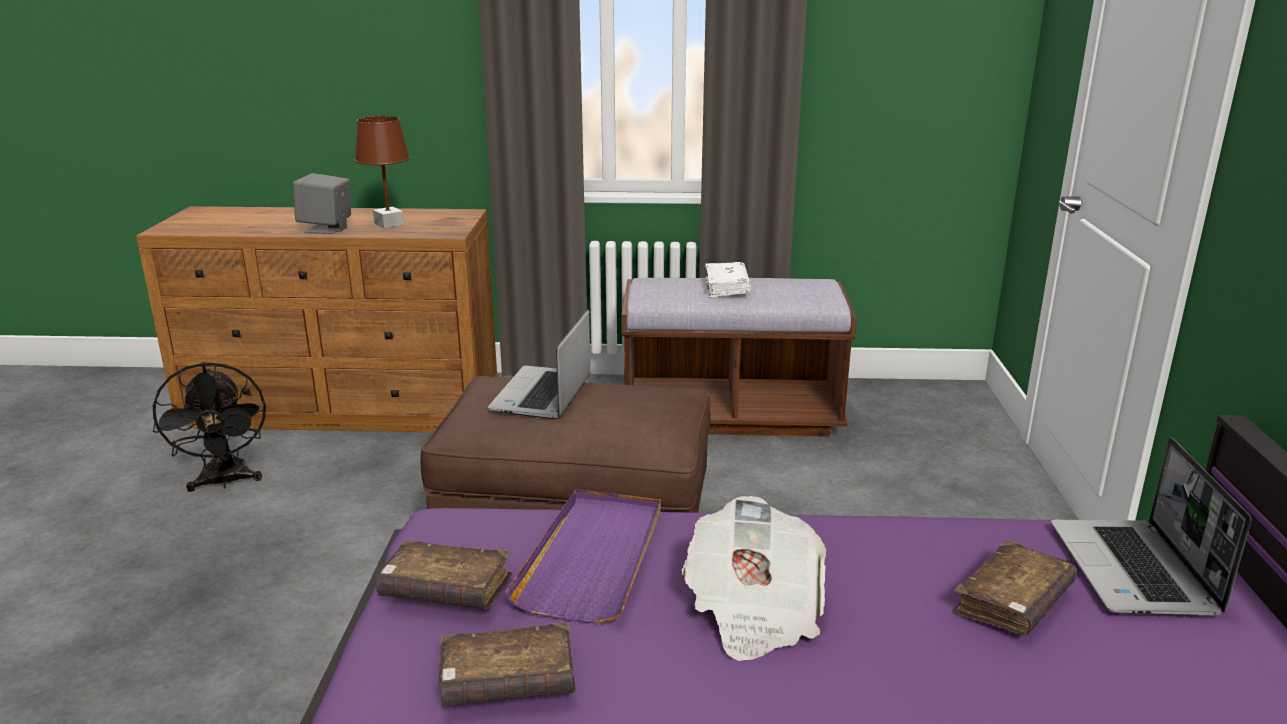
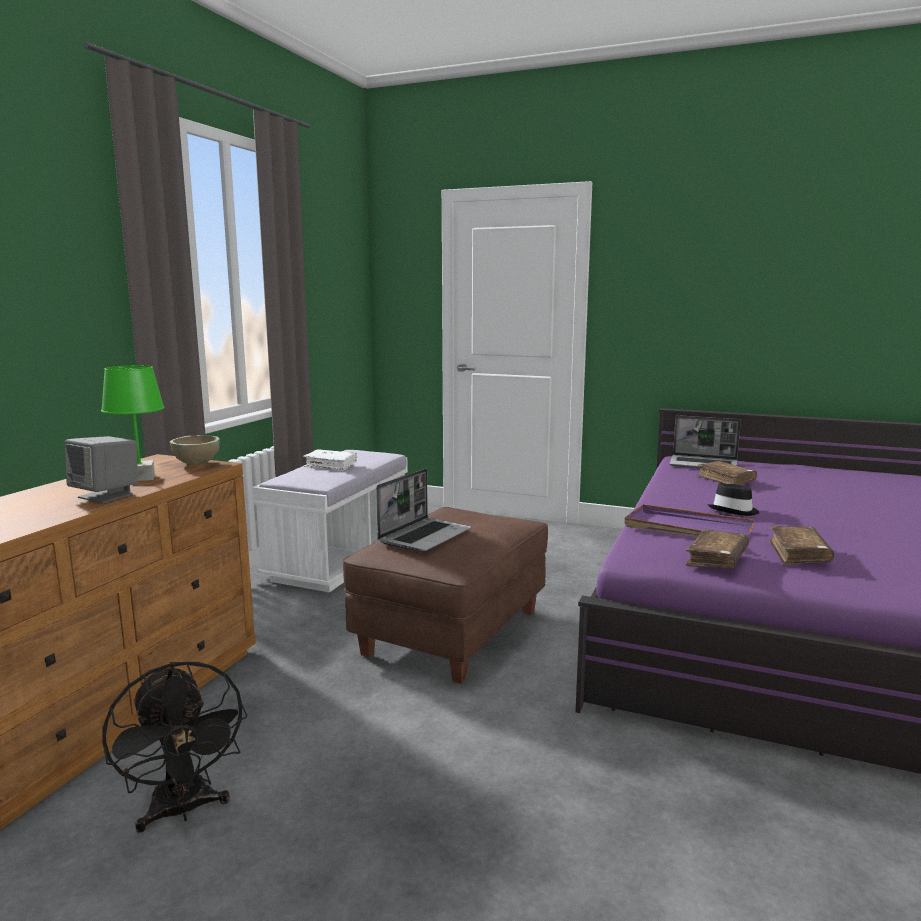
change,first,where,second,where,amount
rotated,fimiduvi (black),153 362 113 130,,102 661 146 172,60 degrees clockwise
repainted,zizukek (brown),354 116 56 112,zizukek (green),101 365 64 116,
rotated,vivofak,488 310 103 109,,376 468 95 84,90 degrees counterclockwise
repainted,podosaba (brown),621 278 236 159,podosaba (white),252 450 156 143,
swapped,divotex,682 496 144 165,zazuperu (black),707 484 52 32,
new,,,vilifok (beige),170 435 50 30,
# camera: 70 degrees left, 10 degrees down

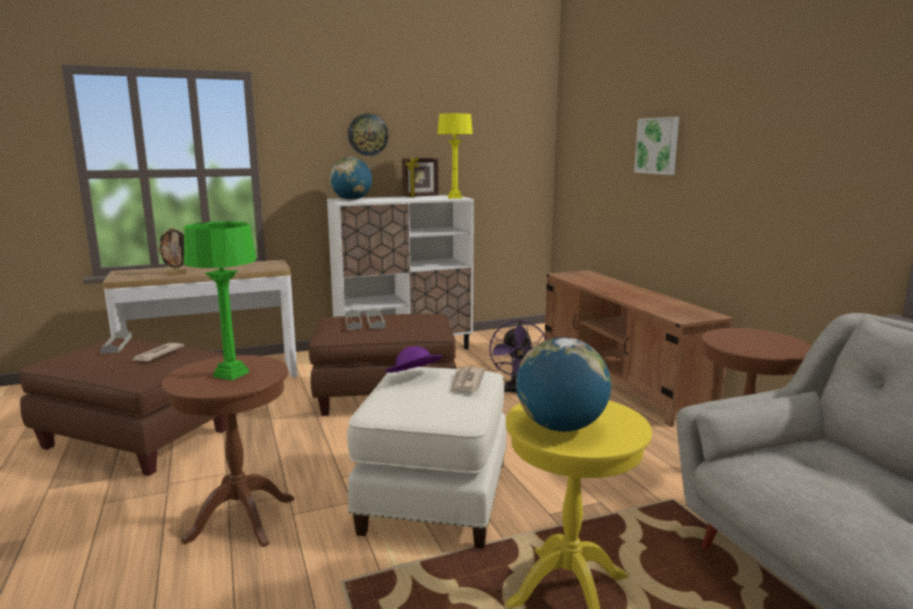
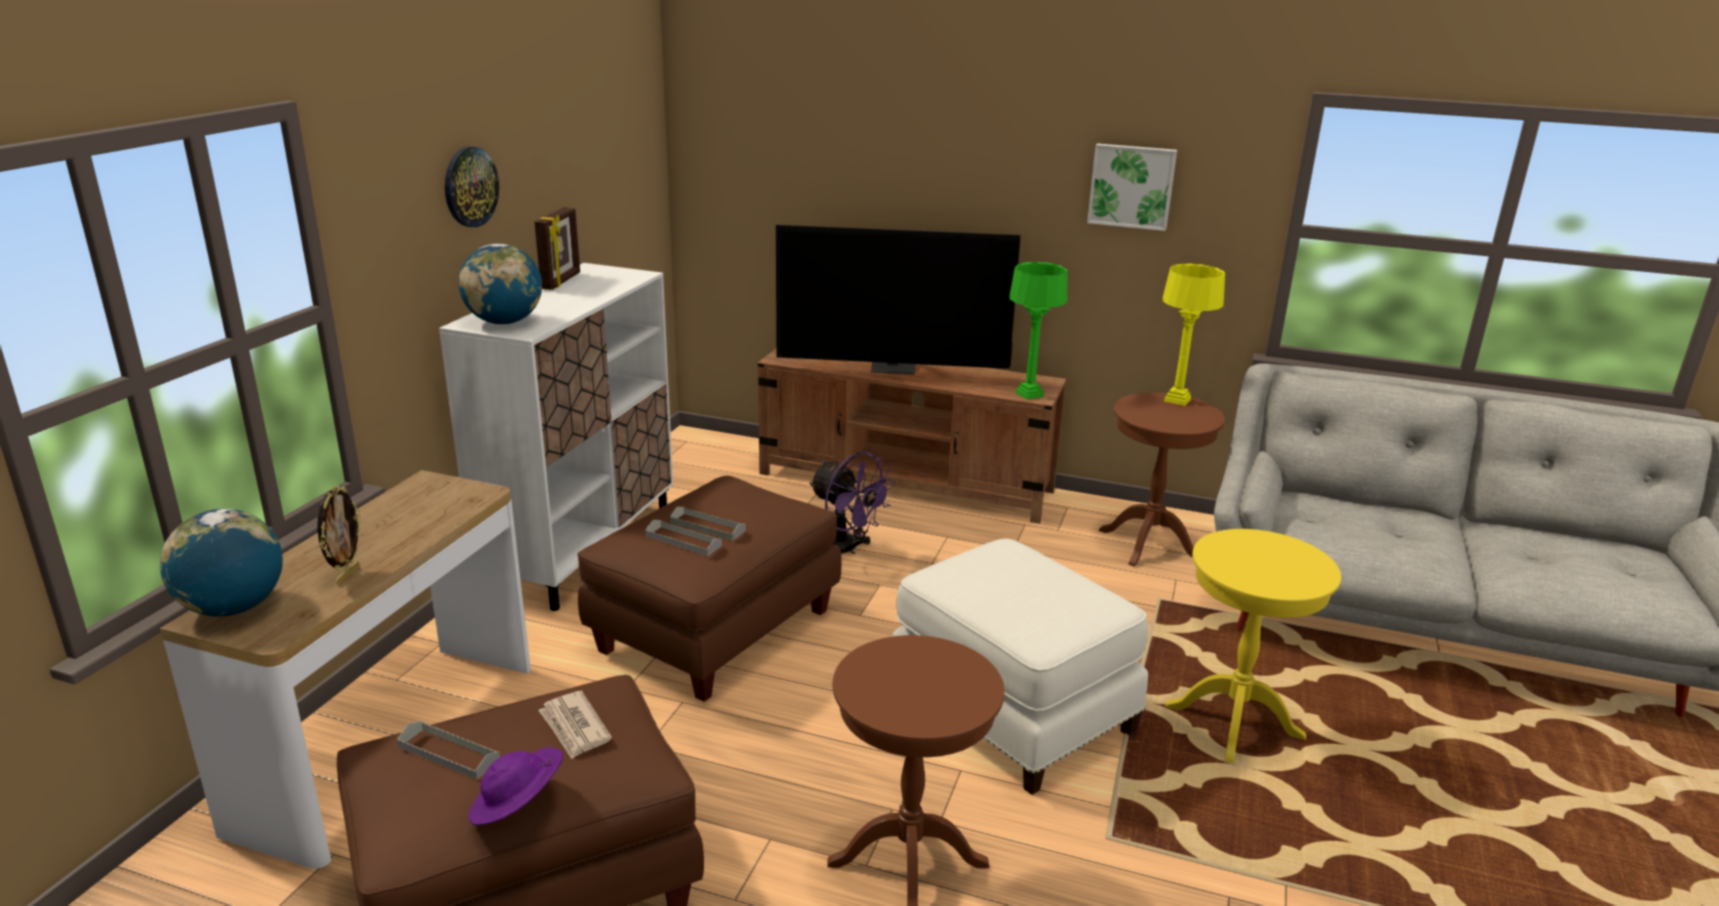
change,first,where,second,where,amount
shifted,zizukek (green),184 221 72 160,,1009 262 59 138,
shifted,zazuperu (purple),385 346 58 27,,468 747 95 79,
shifted,zizukek (yellow),437 113 36 86,,1163 264 62 142,
gone,divotex,450 367 35 26,,,
shifted,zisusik,516 337 95 95,,160 509 123 108,
shifted,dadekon,634 117 45 58,,1087 143 90 88,
new,,,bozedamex,776 225 245 150,
# camera: 50 degrees left, 10 degrees up

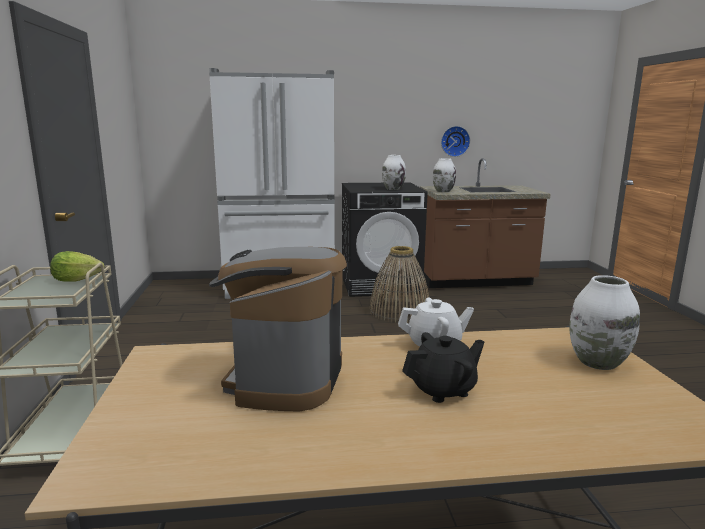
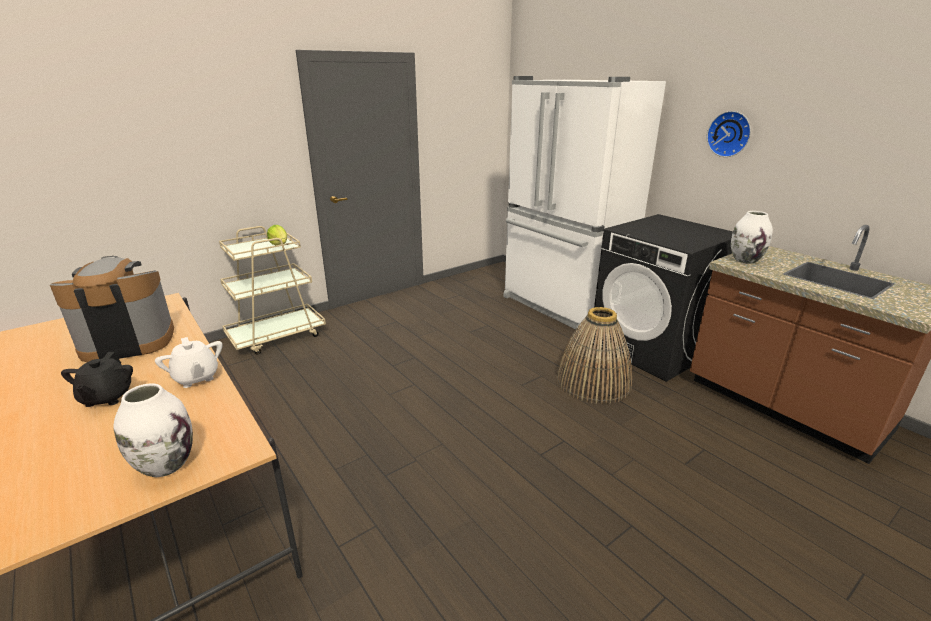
change,first,where,second,where,amount
gone,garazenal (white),382 155 24 35,,,
rotated,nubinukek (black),402 332 82 71,,61 352 72 55,45 degrees clockwise
shifted,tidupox,441 126 29 31,,707 111 44 46,
# camera: 60 degrees right, 10 degrees up

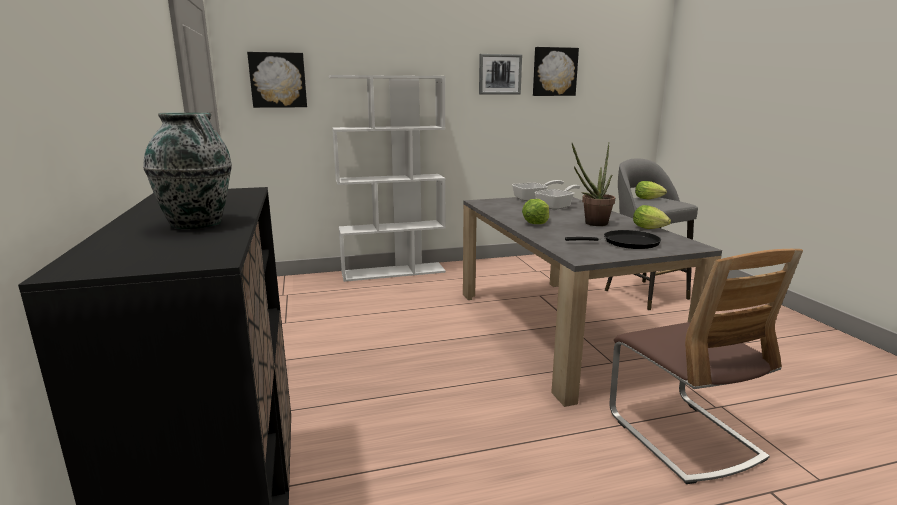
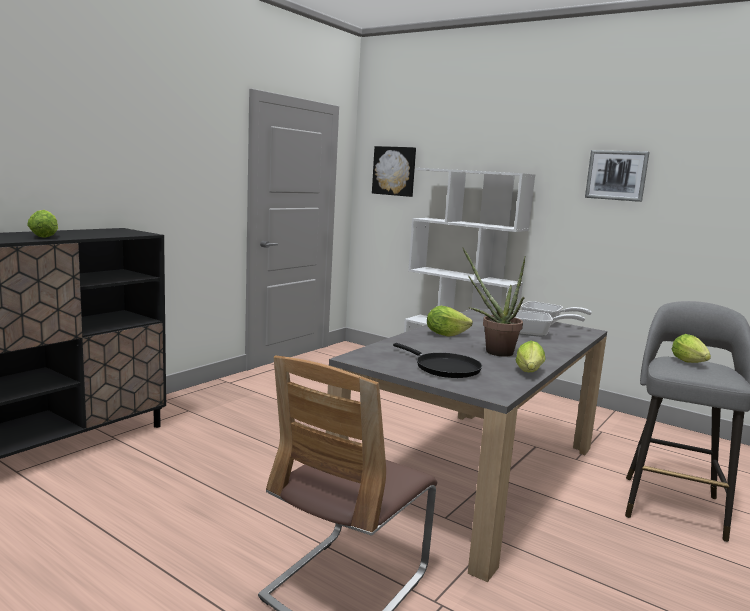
change,first,where,second,where,amount
swapped,garazenal,143 113 89 116,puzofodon,27 210 31 28,
gone,dadekon,533 47 46 49,,,
# camera: 50 degrees right, 5 degrees down

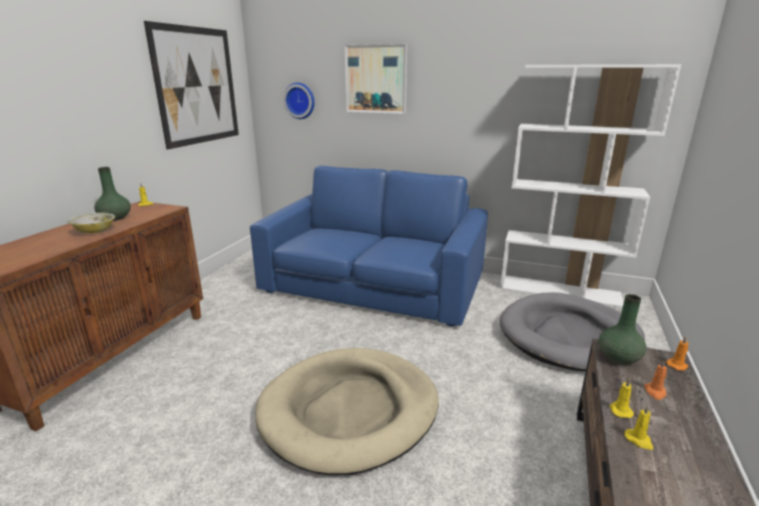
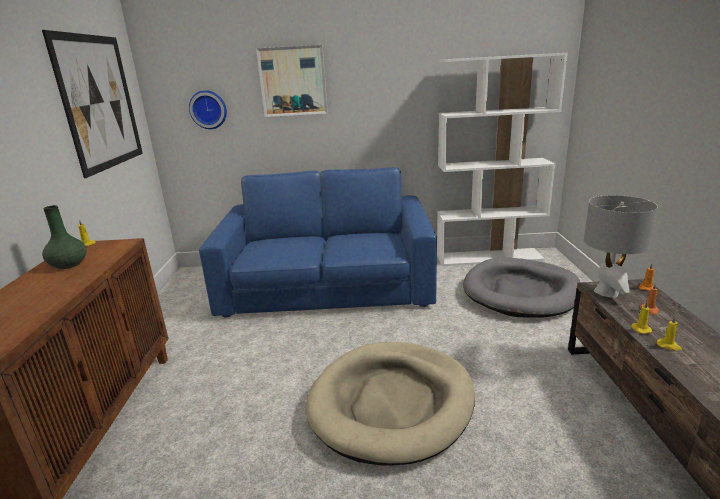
change,first,where,second,where,amount
gone,vilifok,67 213 48 20,,,
swapped,garazenal (green),598 294 49 71,zizukek (grey),584 195 74 103,
# camera: 20 degrees left, 0 degrees up

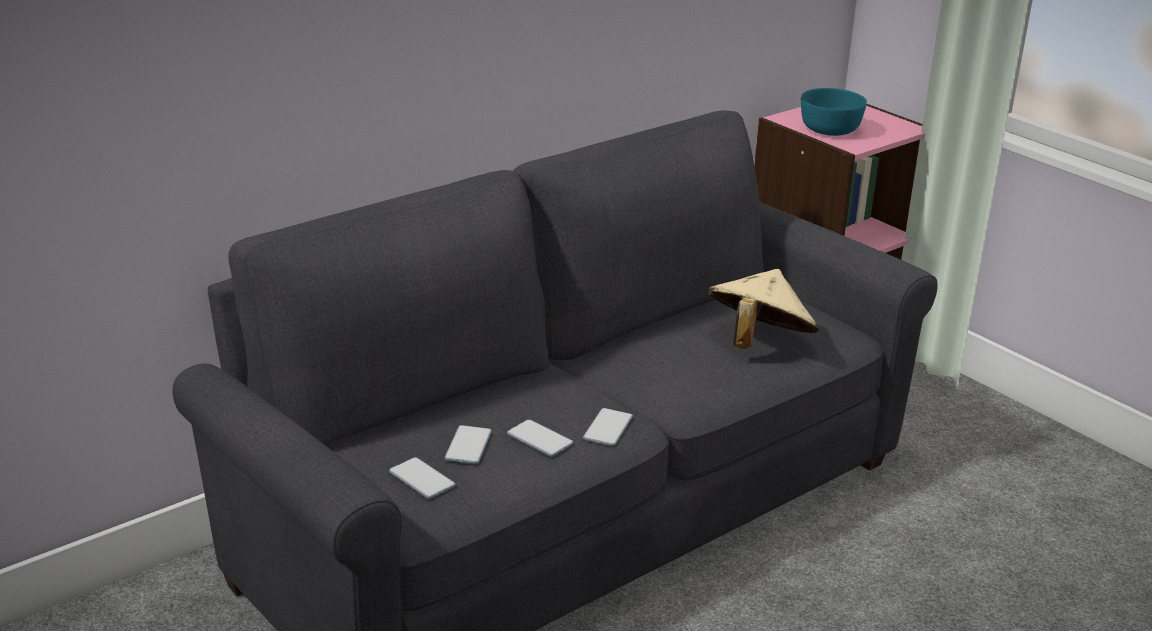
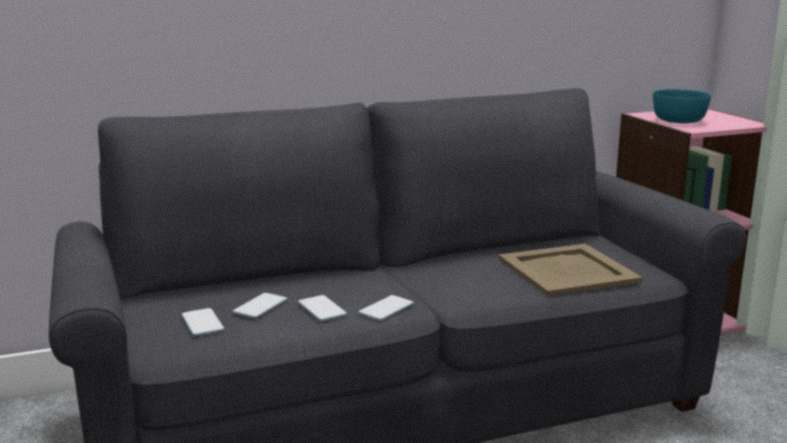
change,first,where,second,where,amount
swapped,zazuperu (beige),708 269 111 80,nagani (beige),498 244 144 52,
# camera: 20 degrees right, 10 degrees down

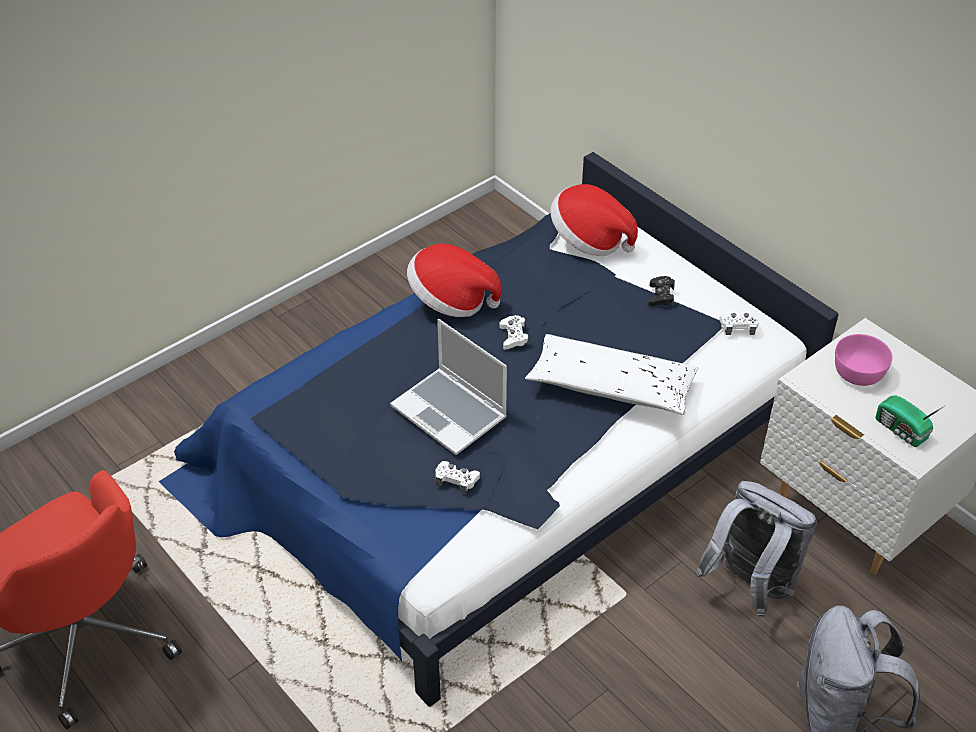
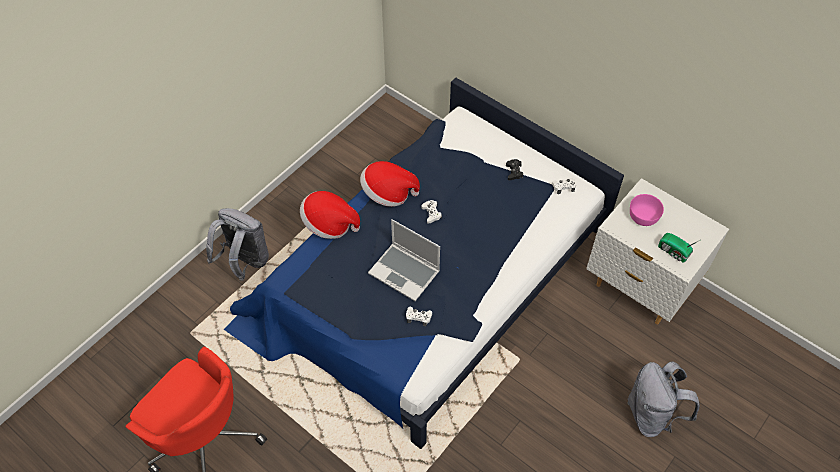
change,first,where,second,where,amount
gone,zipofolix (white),525 334 173 81,,,
shifted,zazuperu,550 184 88 72,,300 191 60 48,
shifted,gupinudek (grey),695 481 122 136,,206 208 63 73,
# camera: 10 degrees left, 10 degrees up

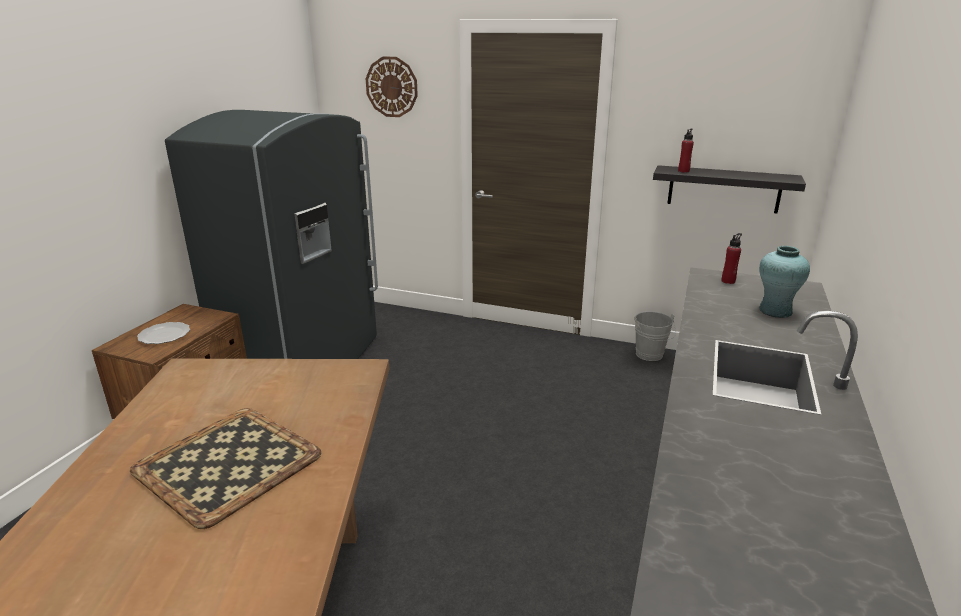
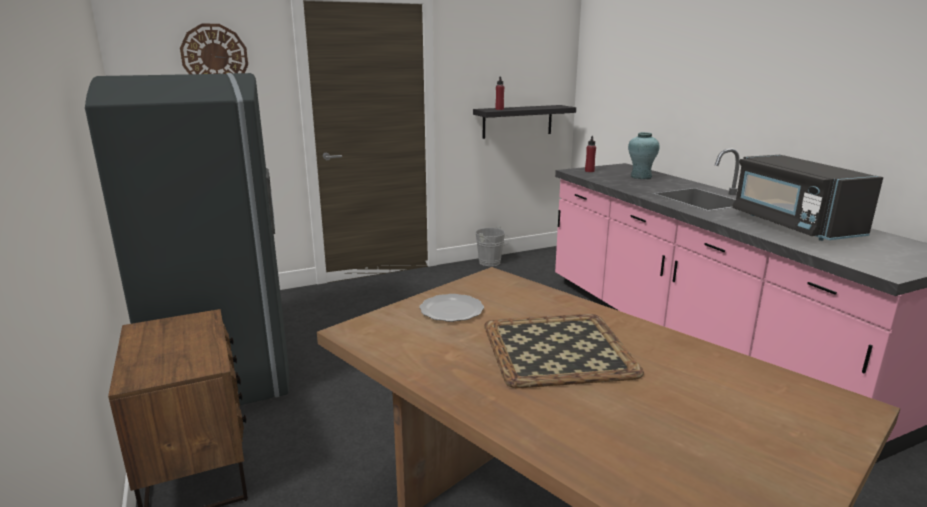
change,first,where,second,where,amount
shifted,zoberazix,137 322 53 22,,419 294 65 28,
new,,,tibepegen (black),732 155 151 86,
# camera: 45 degrees left, 5 degrees down

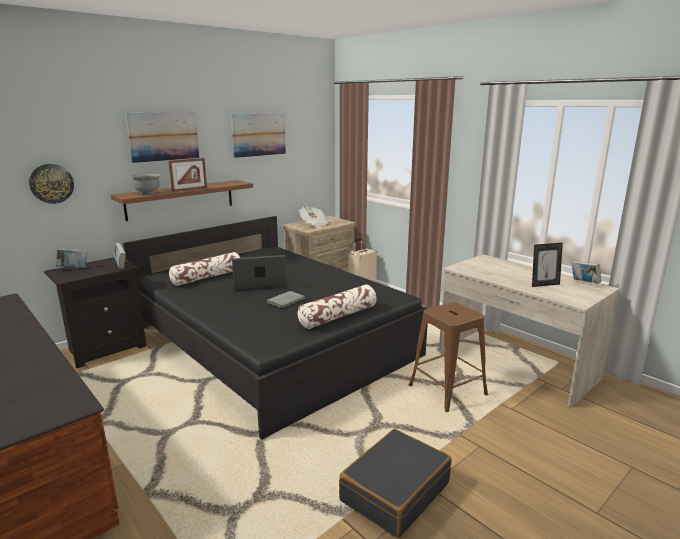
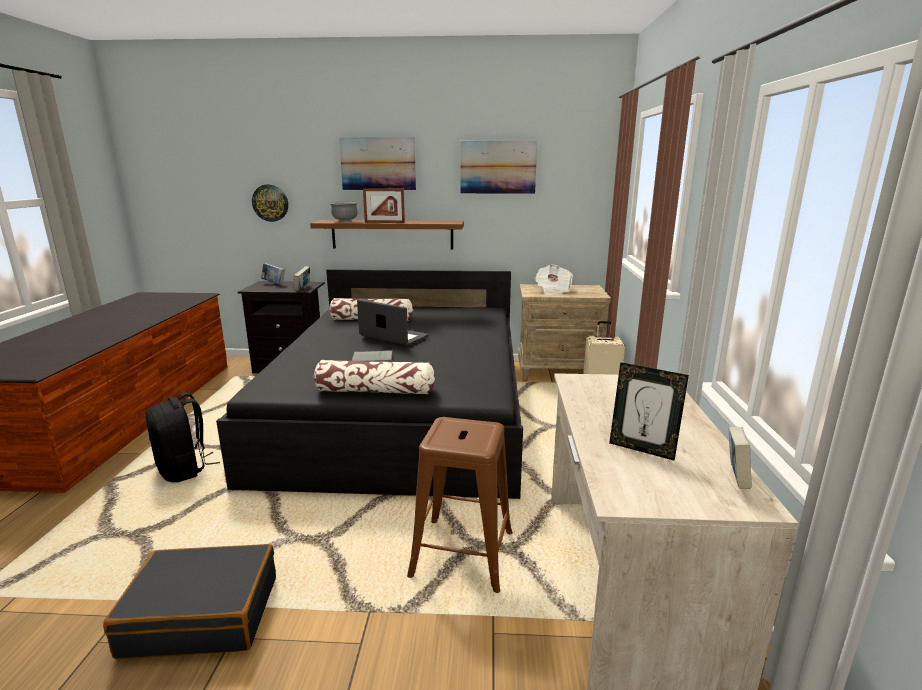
change,first,where,second,where,amount
new,,,gupinudek (black),145 392 75 90,
# camera: 45 degrees right, 0 degrees up

